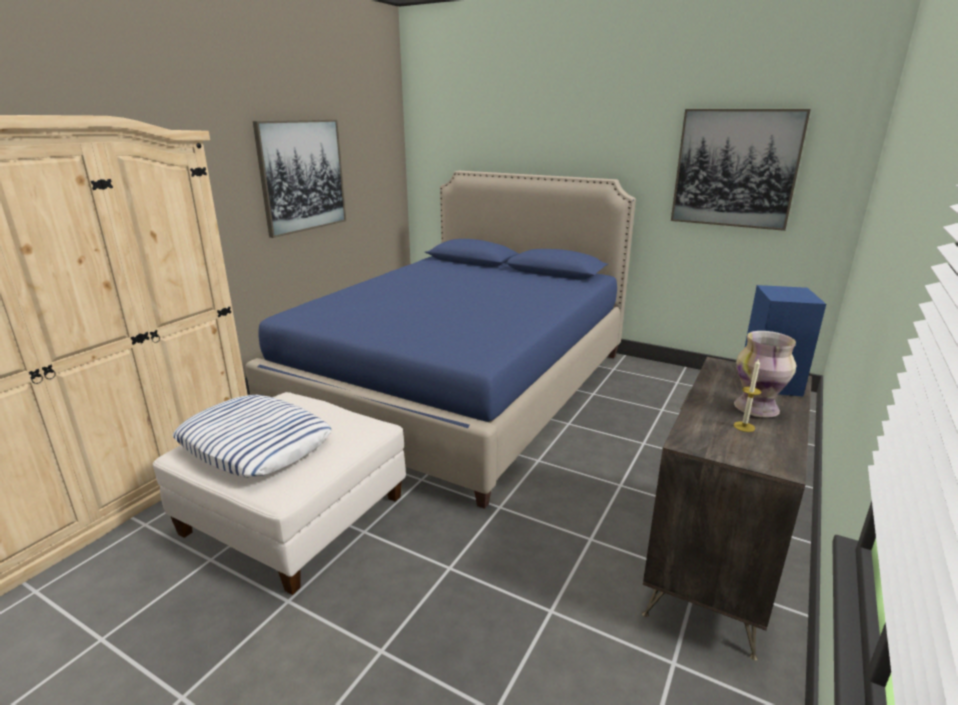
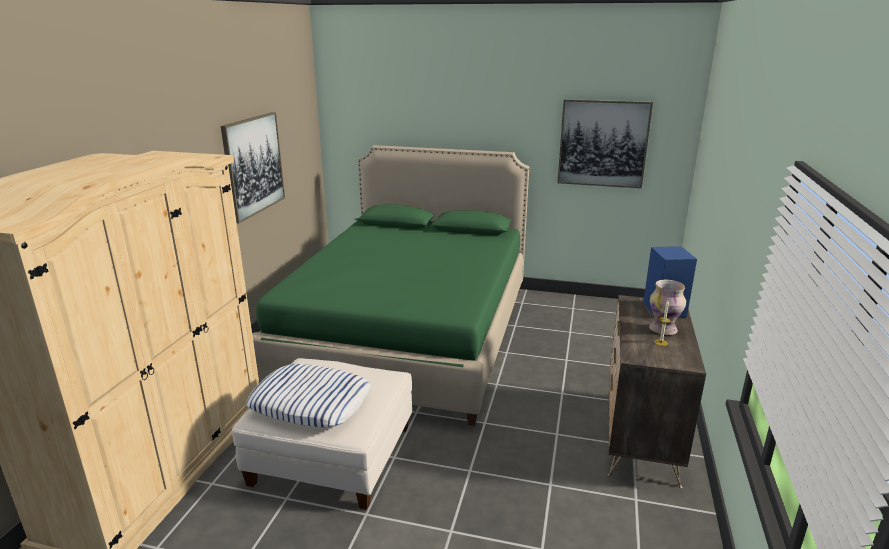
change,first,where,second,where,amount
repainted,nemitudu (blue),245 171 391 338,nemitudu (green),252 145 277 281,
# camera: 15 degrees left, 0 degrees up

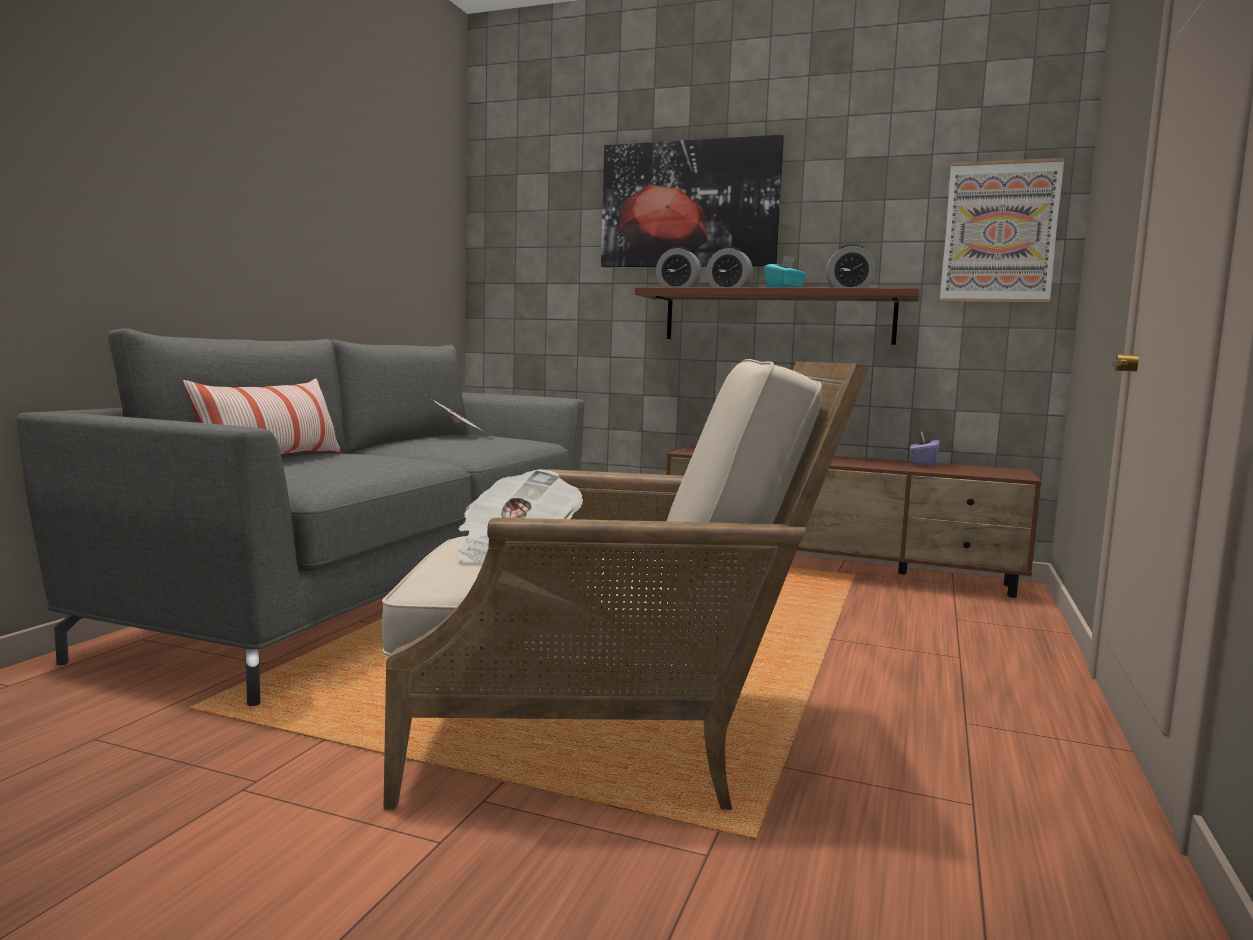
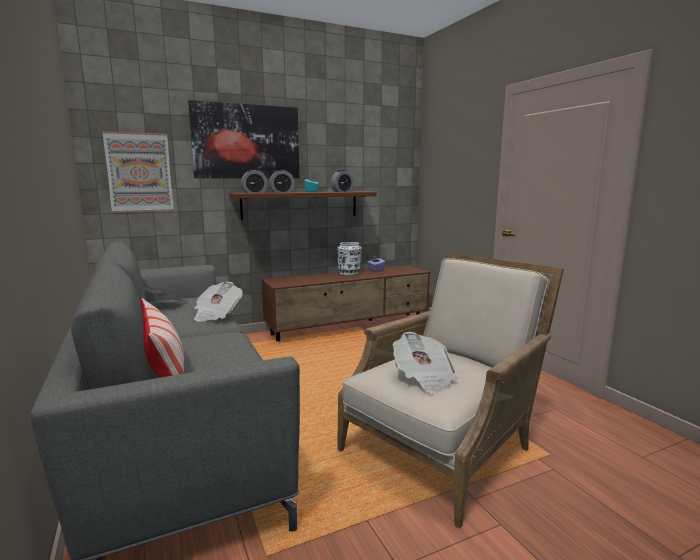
change,first,where,second,where,amount
shifted,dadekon,940 158 124 145,,102 131 72 82,
new,,,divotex,194 281 49 41,
new,,,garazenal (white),337 242 24 33,
# camera: 45 degrees left, 5 degrees up

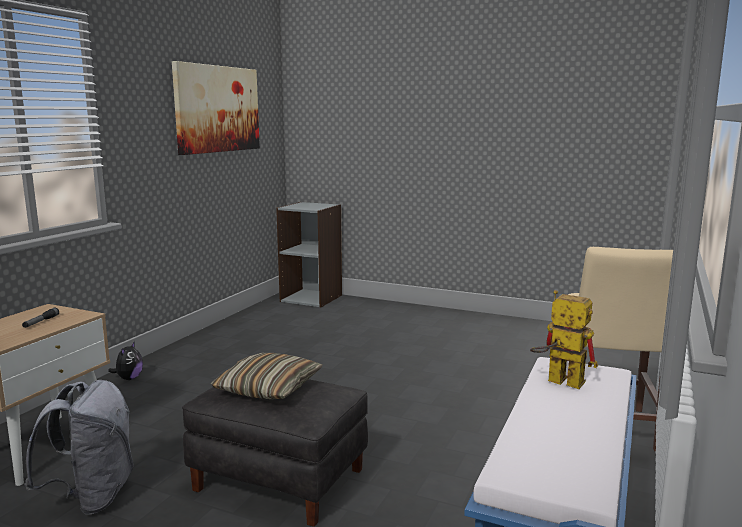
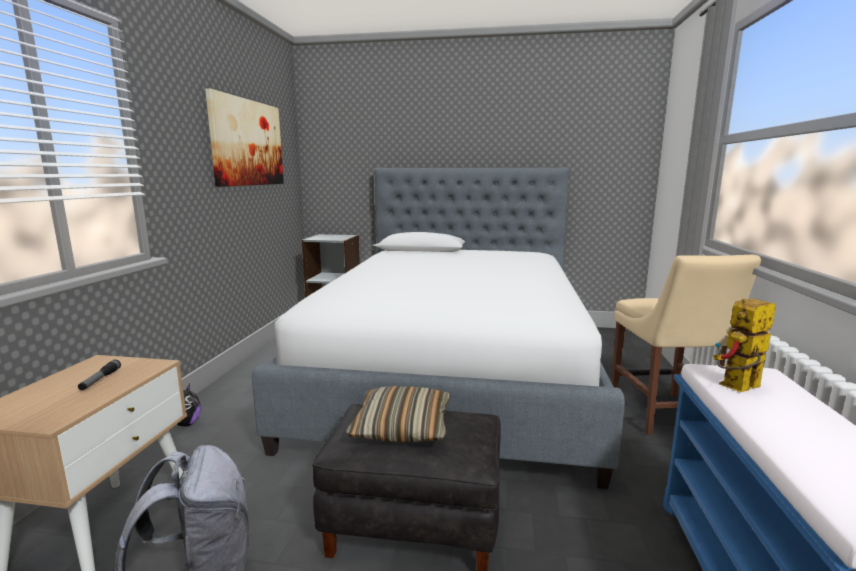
change,first,where,second,where,amount
rotated,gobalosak,530 290 68 99,,713 298 63 94,45 degrees counterclockwise
new,,,nemitudu,252 167 373 322,
# camera: 15 degrees left, 0 degrees up

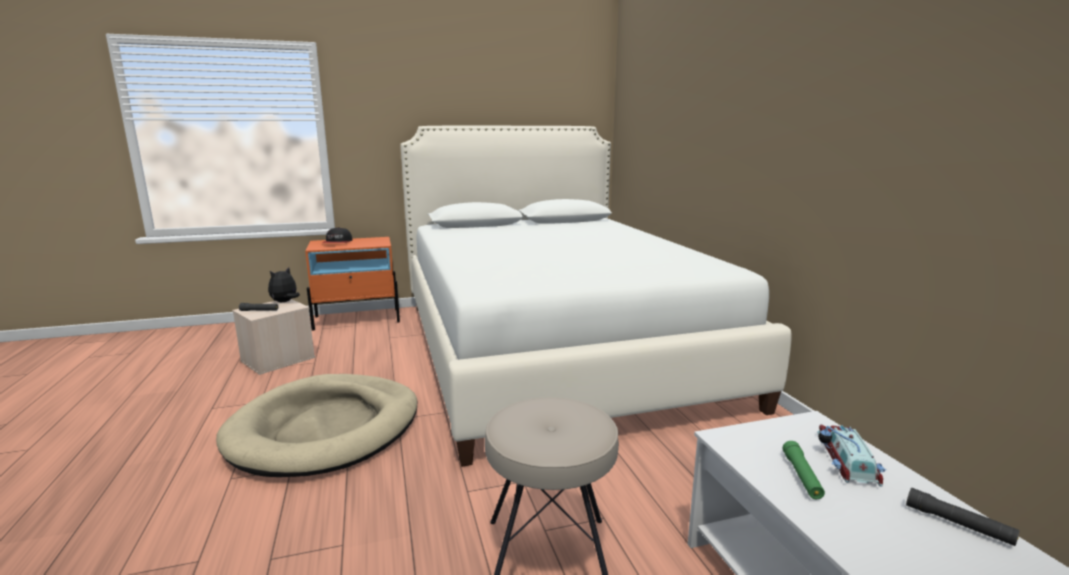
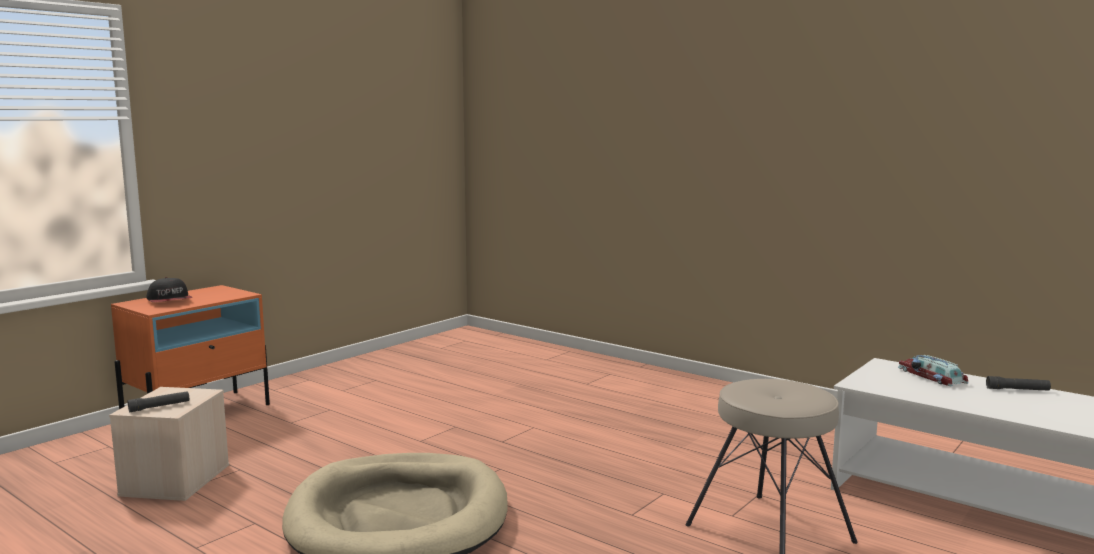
change,first,where,second,where,amount
gone,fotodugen,268 267 32 35,,,
gone,nemitudu (white),400 126 392 341,,,
gone,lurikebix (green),783 441 42 58,,,
# camera: 35 degrees left, 5 degrees down

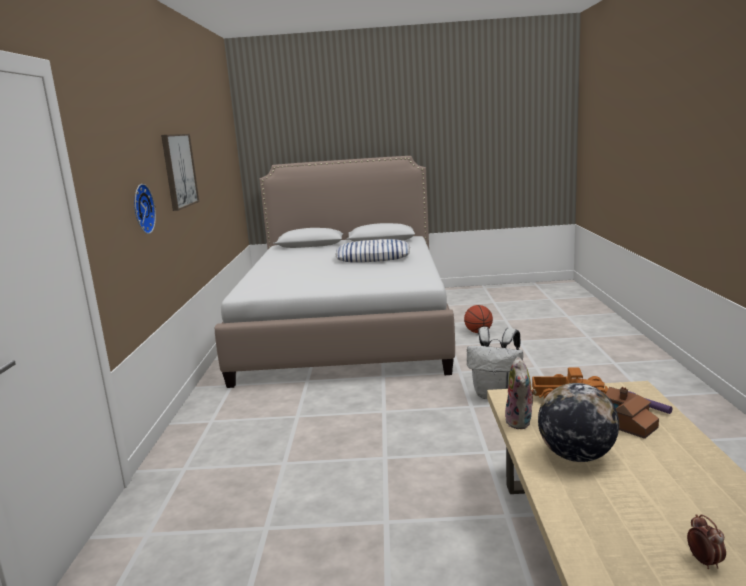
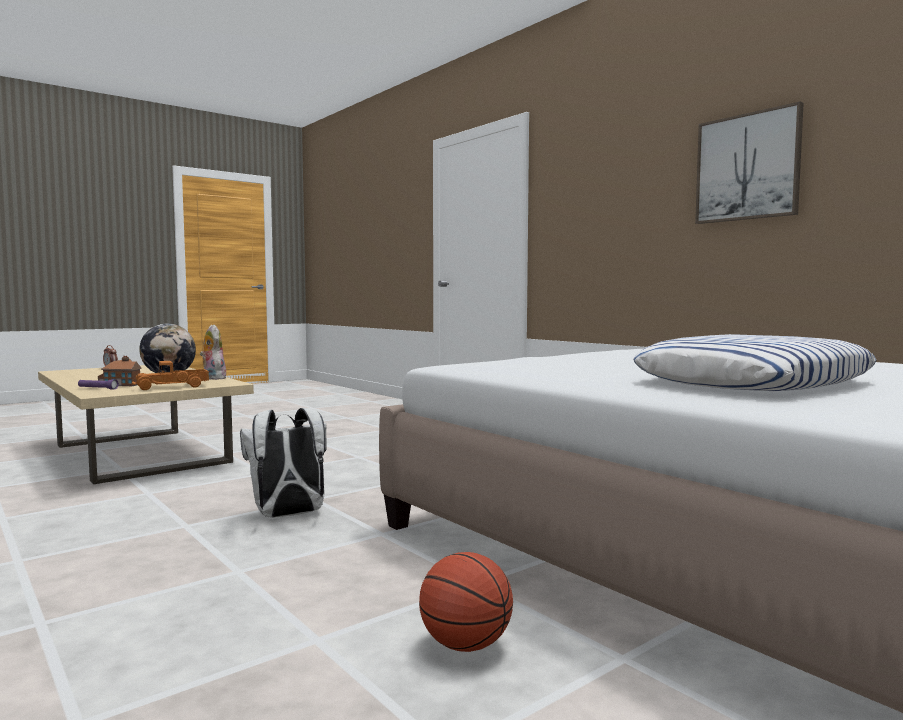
change,first,where,second,where,amount
gone,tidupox,134 184 22 50,,,
# camera: 140 degrees right, 10 degrees down

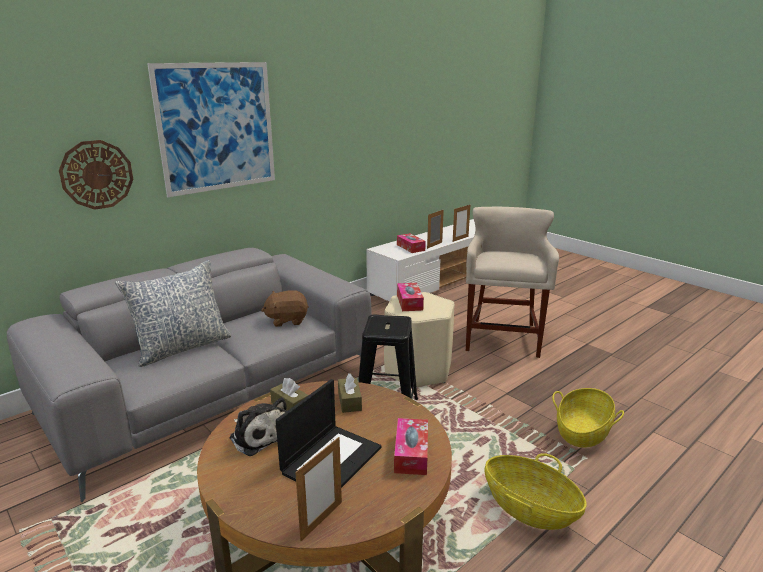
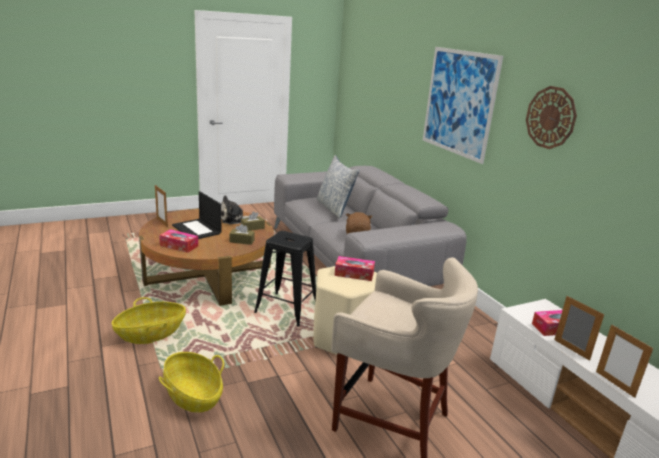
change,first,where,second,where,amount
shifted,tidupox,59 140 74 70,,526 86 51 63,
# camera: 105 degrees right, 0 degrees up

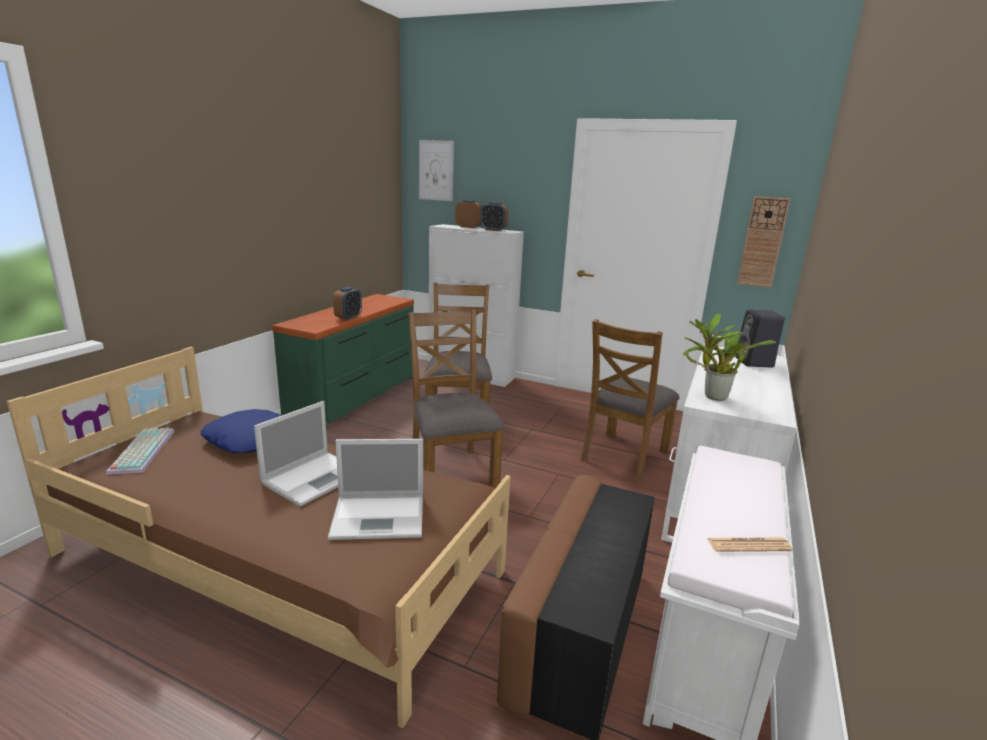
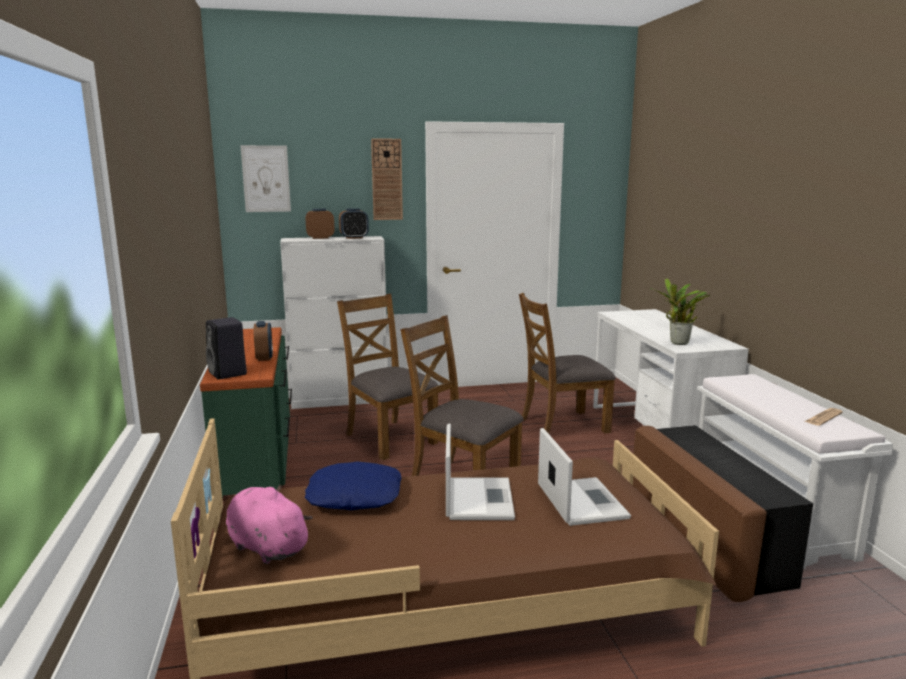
change,first,where,second,where,amount
swapped,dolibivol,106 428 69 47,fotodugen (pink),226 485 87 79,
rotated,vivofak,328 439 95 101,,538 428 93 98,60 degrees counterclockwise
rotated,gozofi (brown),580 319 100 162,,519 293 97 141,75 degrees clockwise
shifted,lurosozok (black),735 309 50 59,,206 317 41 62,
shifted,tidupox,737 196 54 91,,371 138 32 82,
# camera: 35 degrees left, 5 degrees down

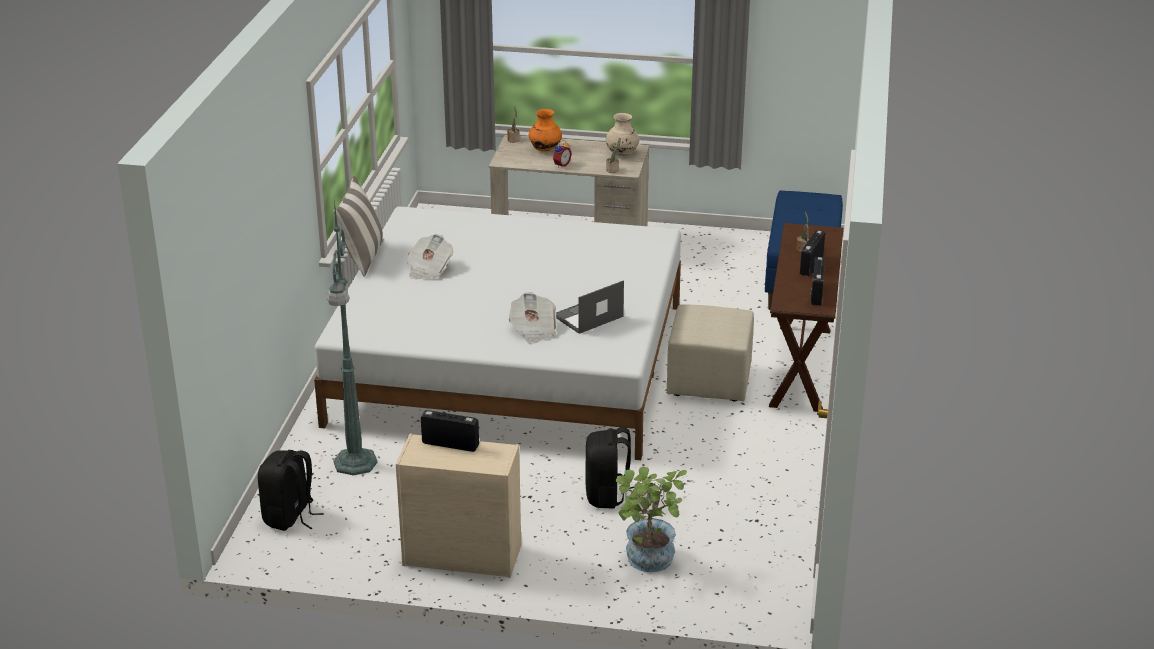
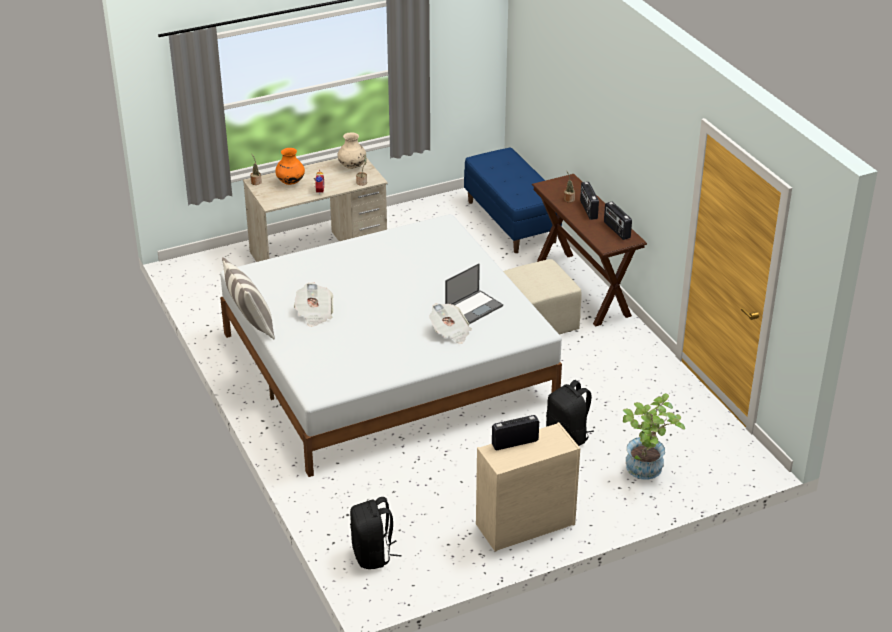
change,first,where,second,where,amount
gone,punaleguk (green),327 200 50 275,,,
rotated,vivofak,556 280 68 54,,445 263 58 61,150 degrees counterclockwise
# camera: 35 degrees left, 5 degrees up

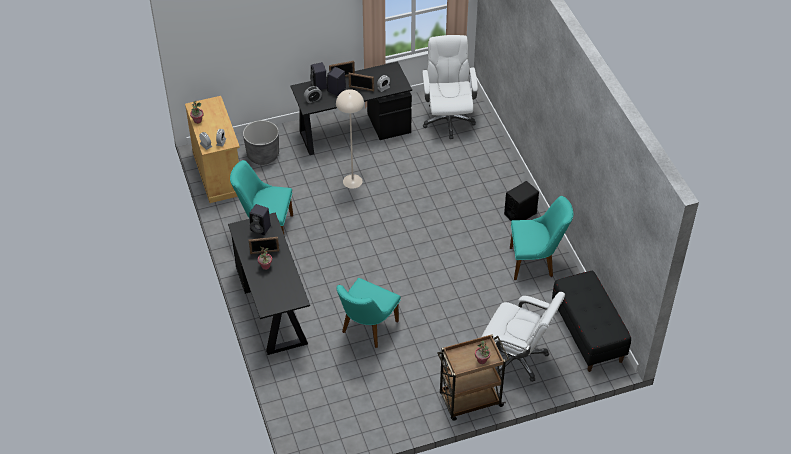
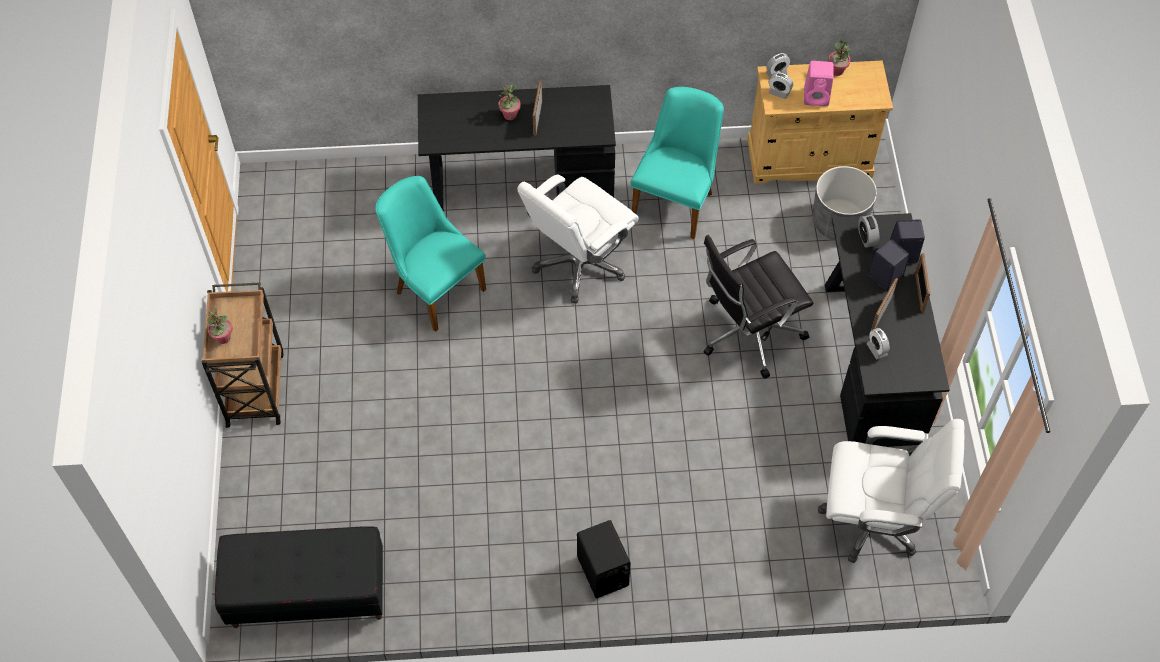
change,first,where,second,where,amount
gone,lurosozok (black),249 204 22 31,,,
swapped,punaleguk (beige),336 89 28 100,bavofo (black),704 235 109 144,
shifted,bavofo (white),482 292 83 90,,517 175 122 128,
gone,gozofi (turquoise),510 196 63 84,,,
new,,,lurosozok (pink),804 61 30 45,
# camera: 105 degrees right, 10 degrees up

